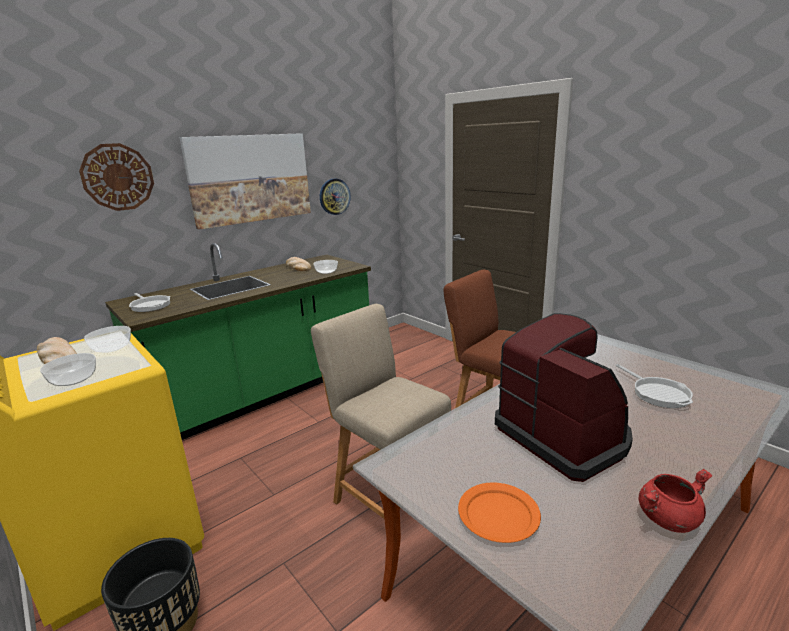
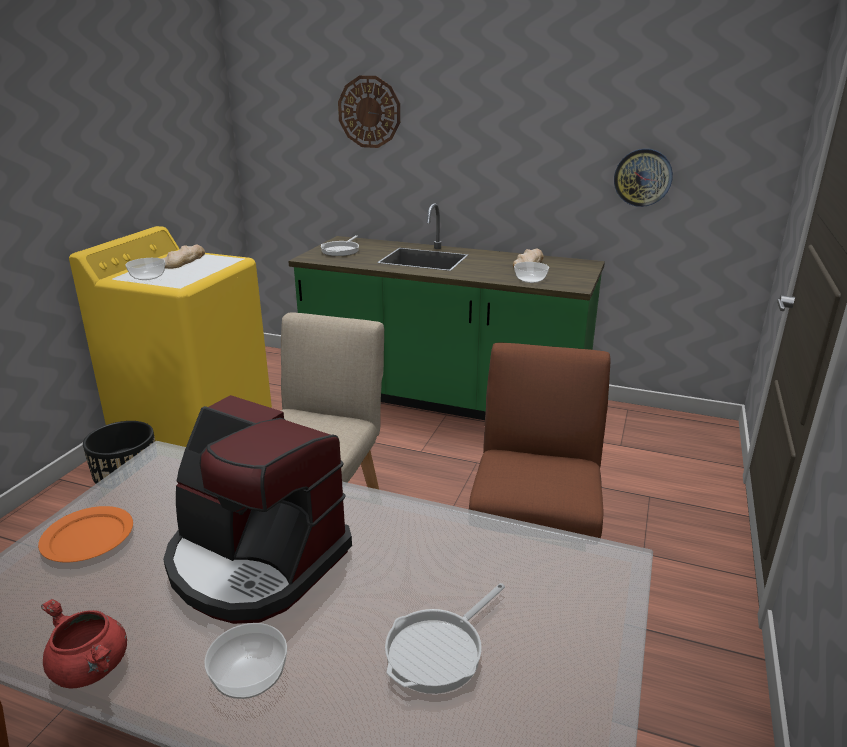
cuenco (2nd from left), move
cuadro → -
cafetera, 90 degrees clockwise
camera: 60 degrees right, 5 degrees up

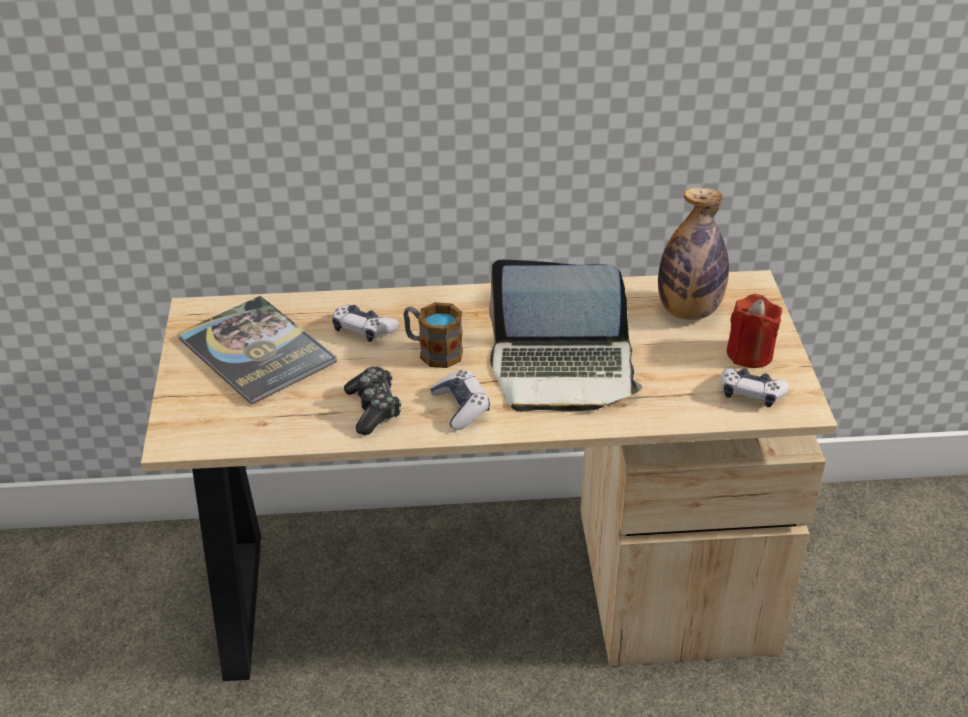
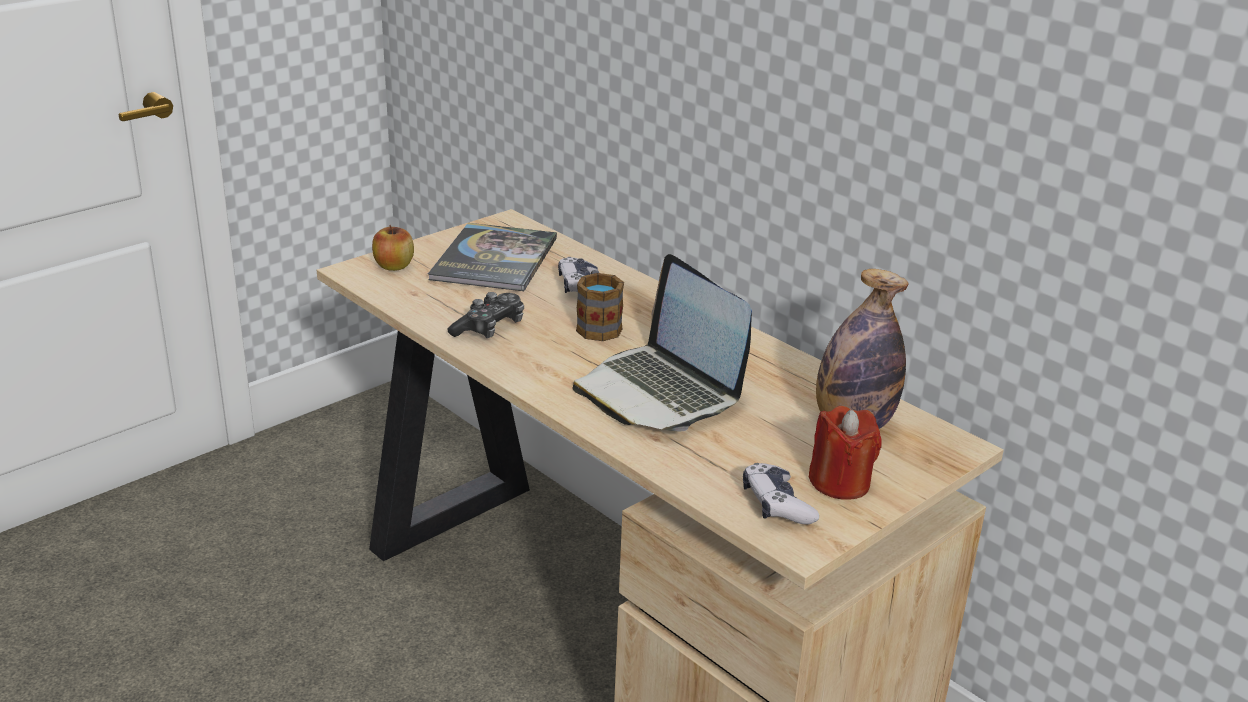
mando de consola (3rd from left) → -
- → manzana
camera: 50 degrees right, 10 degrees down

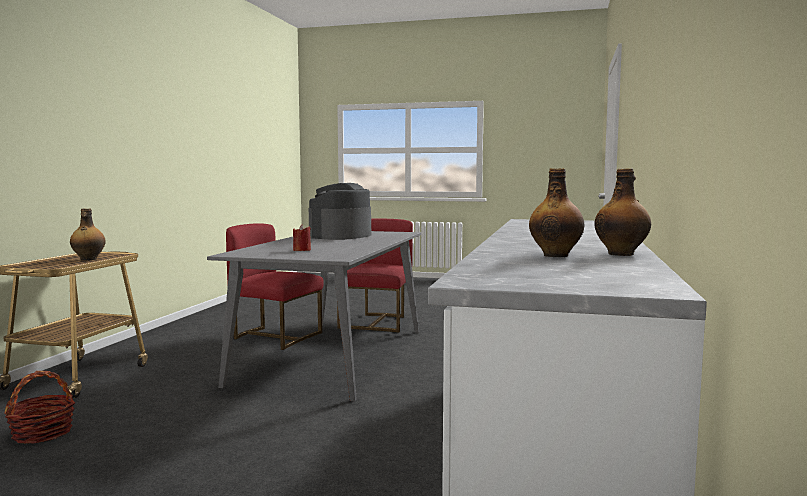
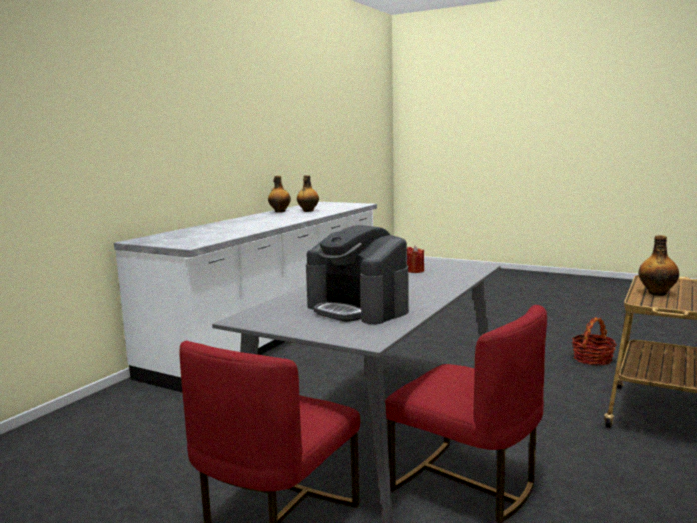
cafetera, 90 degrees clockwise
camera: 165 degrees left, 5 degrees up

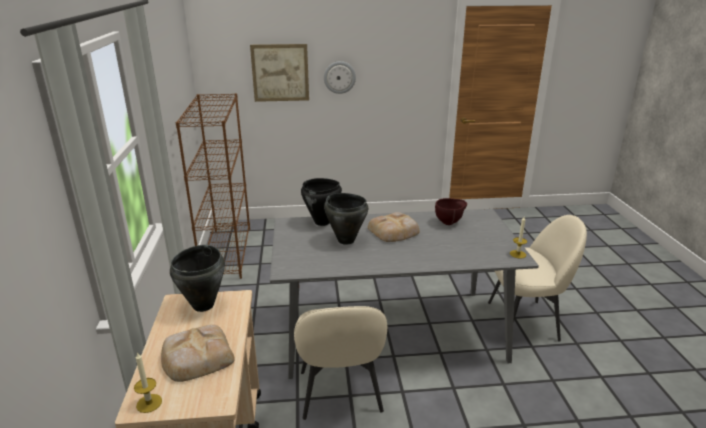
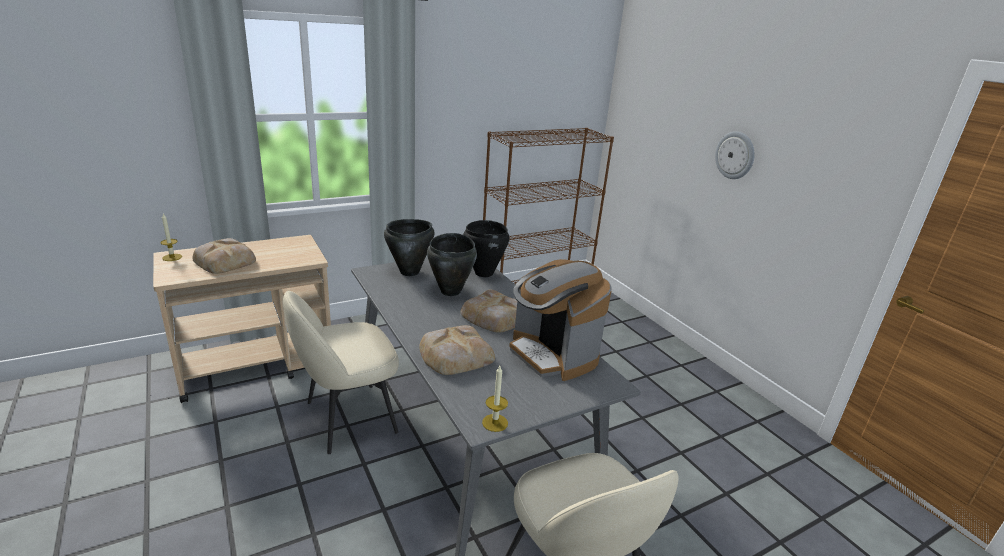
olla [negro] (1st from left), move
cuadro → -
cuenco [marrón] → cafetera
- → pan (2nd from left)
camera: 65 degrees right, 0 degrees up

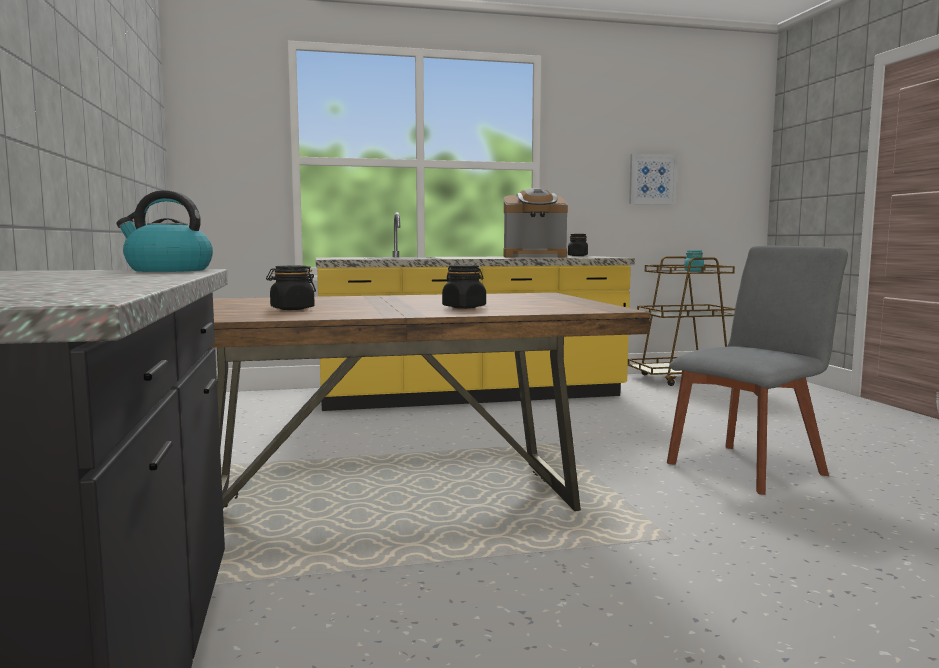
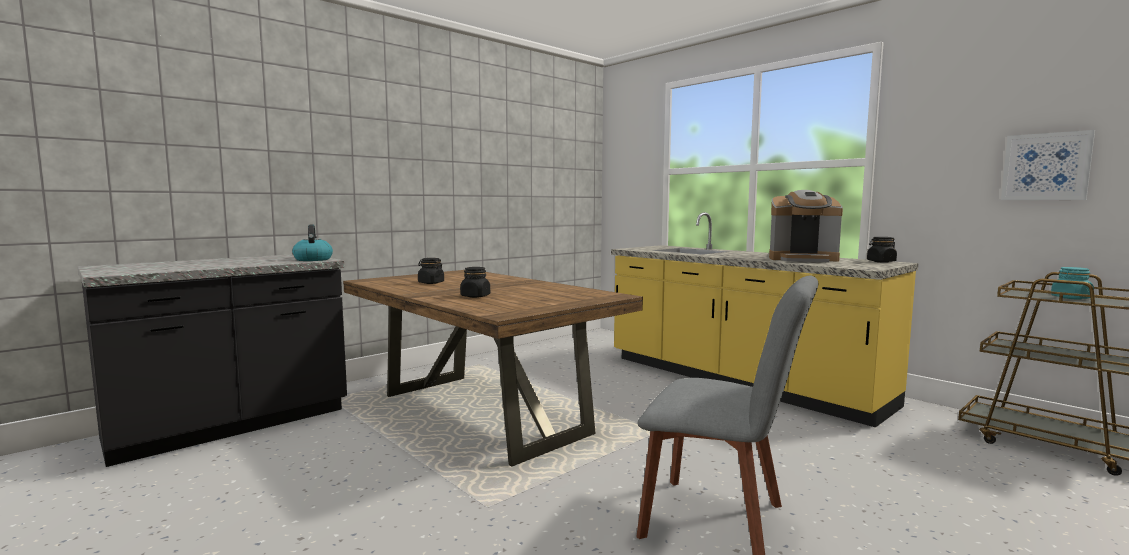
cafetera, 45 degrees counterclockwise
camera: 60 degrees right, 0 degrees up

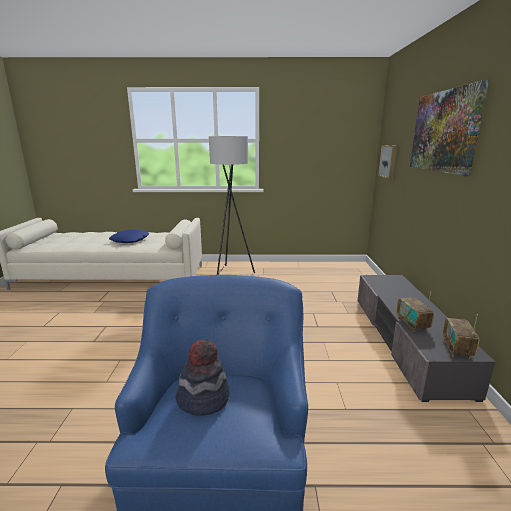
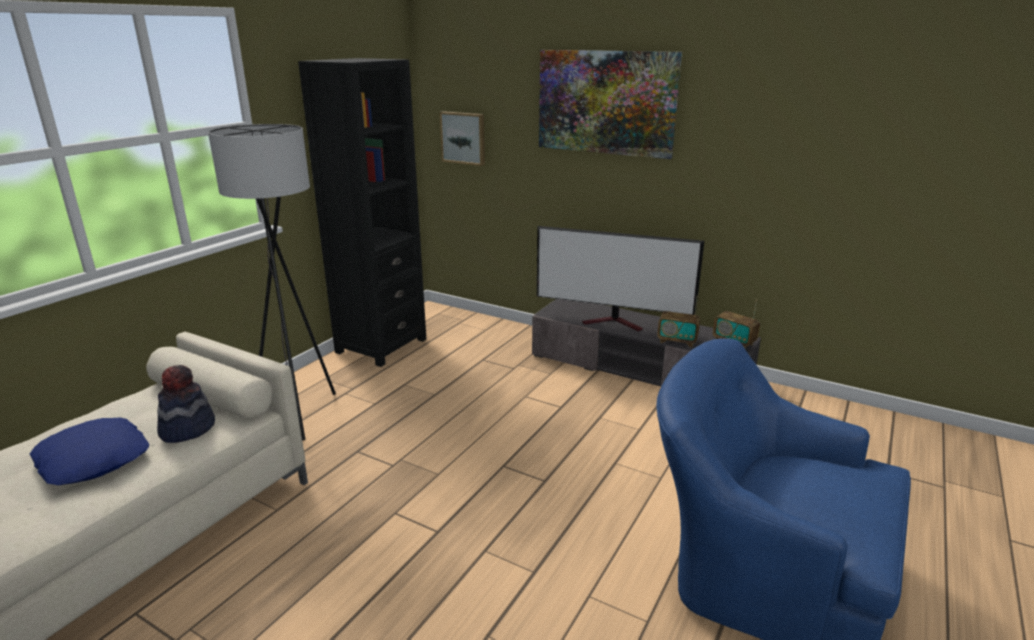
sombrero, move
- → estantería [negro]
- → televisor
camera: 60 degrees left, 5 degrees up

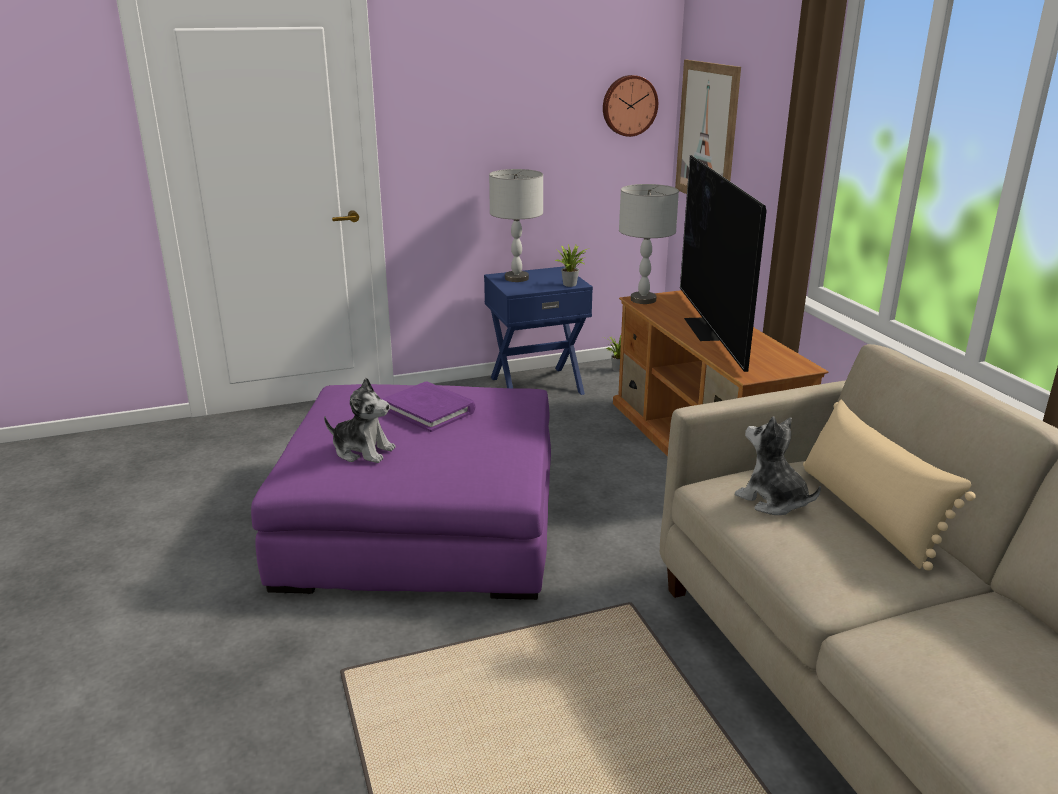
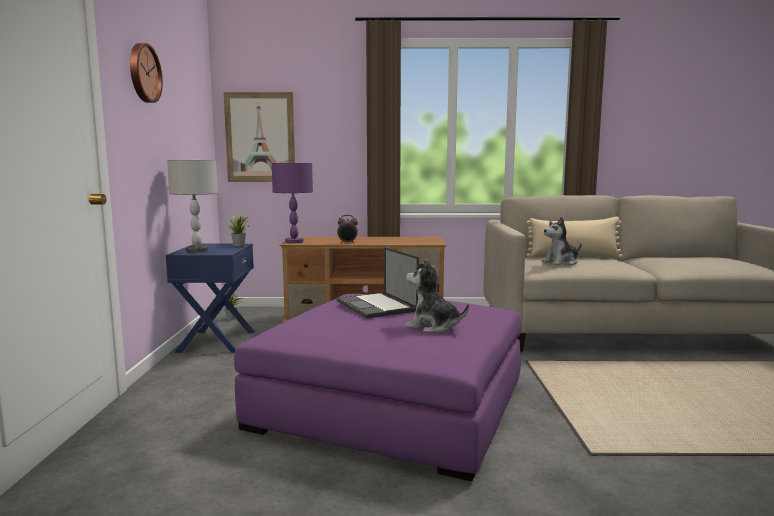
peluche (1st from left), 105 degrees counterclockwise
libro [morado] → portátil
reloj de pared, move
lámpara de mesa [gris] (2nd from left) → lámpara de mesa [morado]
televisor → -
- → despertador
camera: 70 degrees left, 15 degrees down

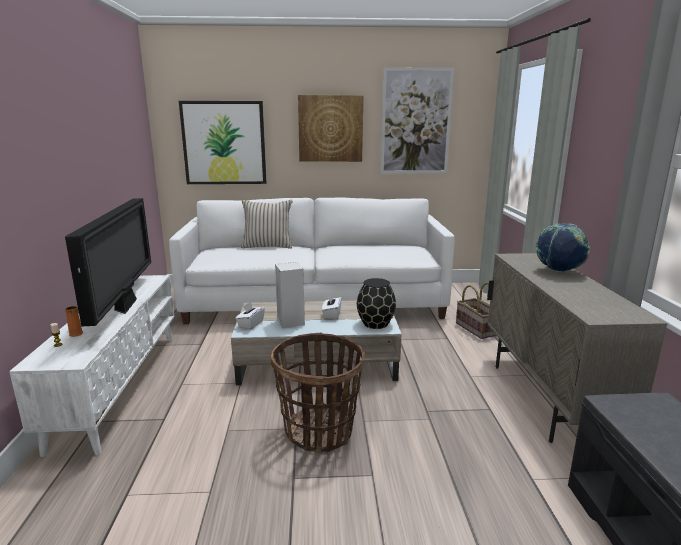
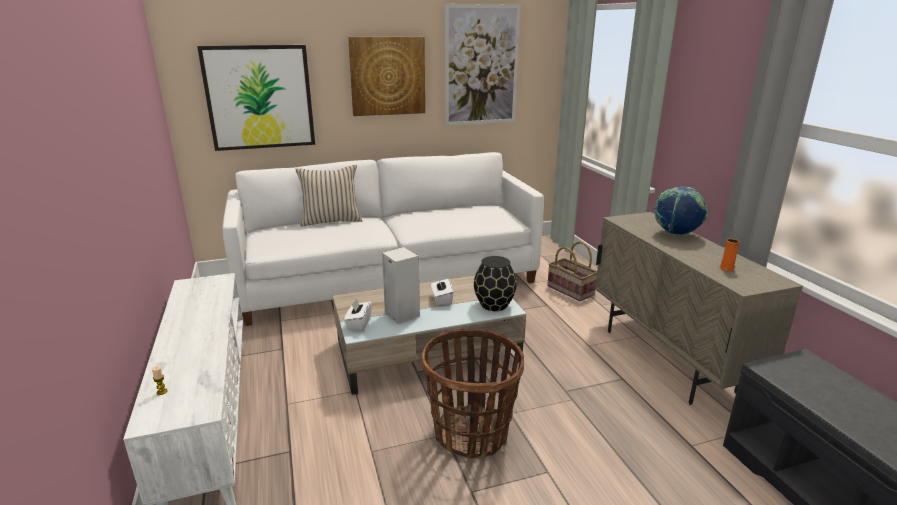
televisor → -
florero [naranja], move
camera: 15 degrees left, 5 degrees up

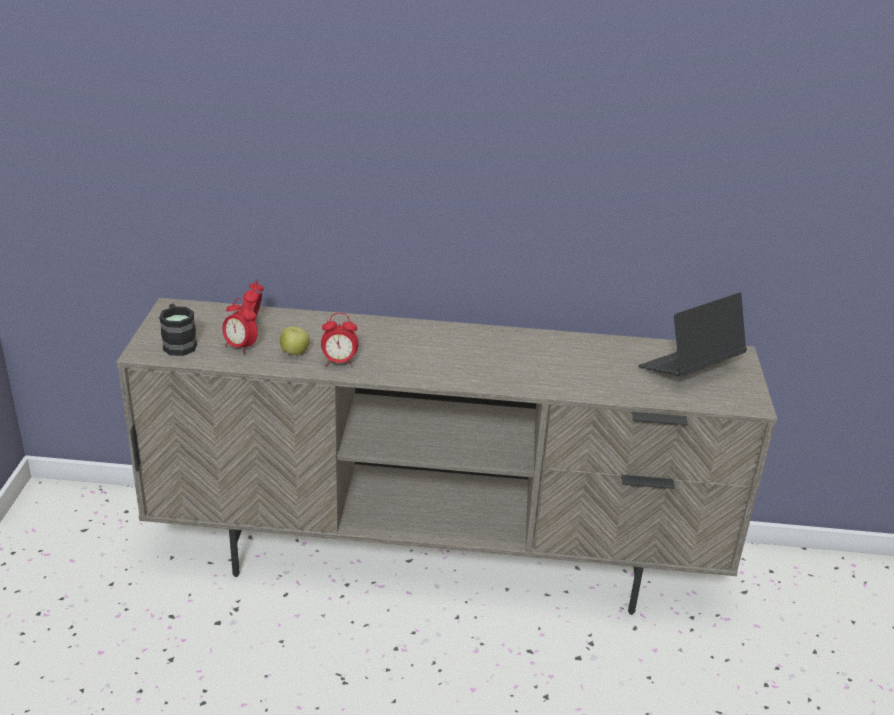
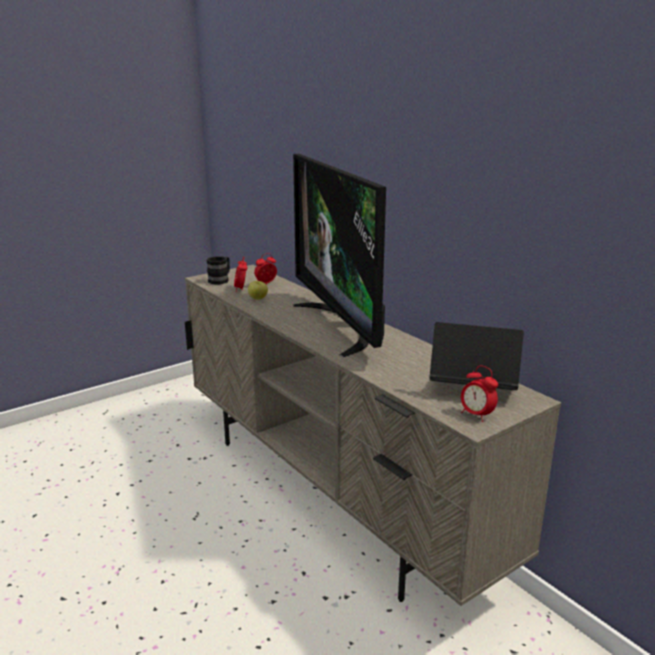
despertador (3rd from left), move
- → televisor
camera: 50 degrees right, 10 degrees down

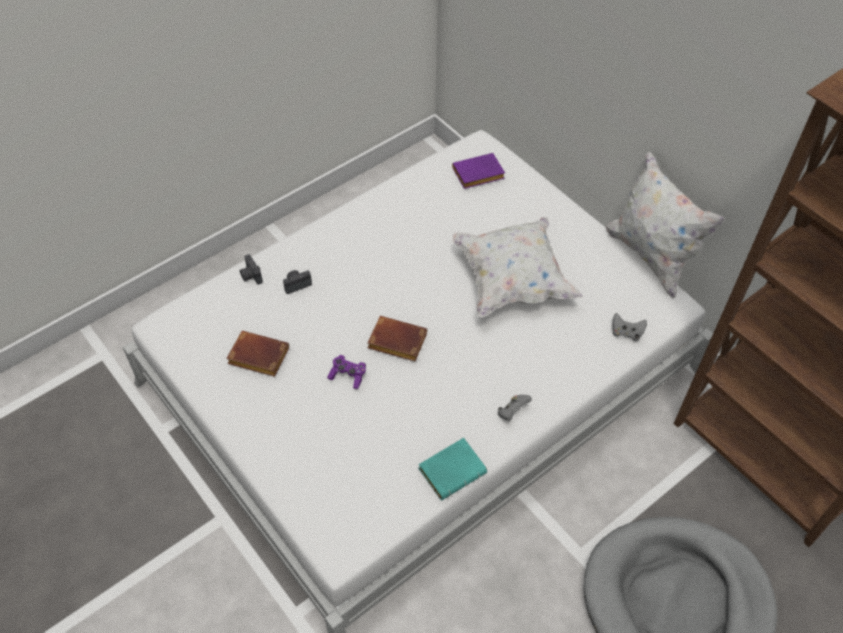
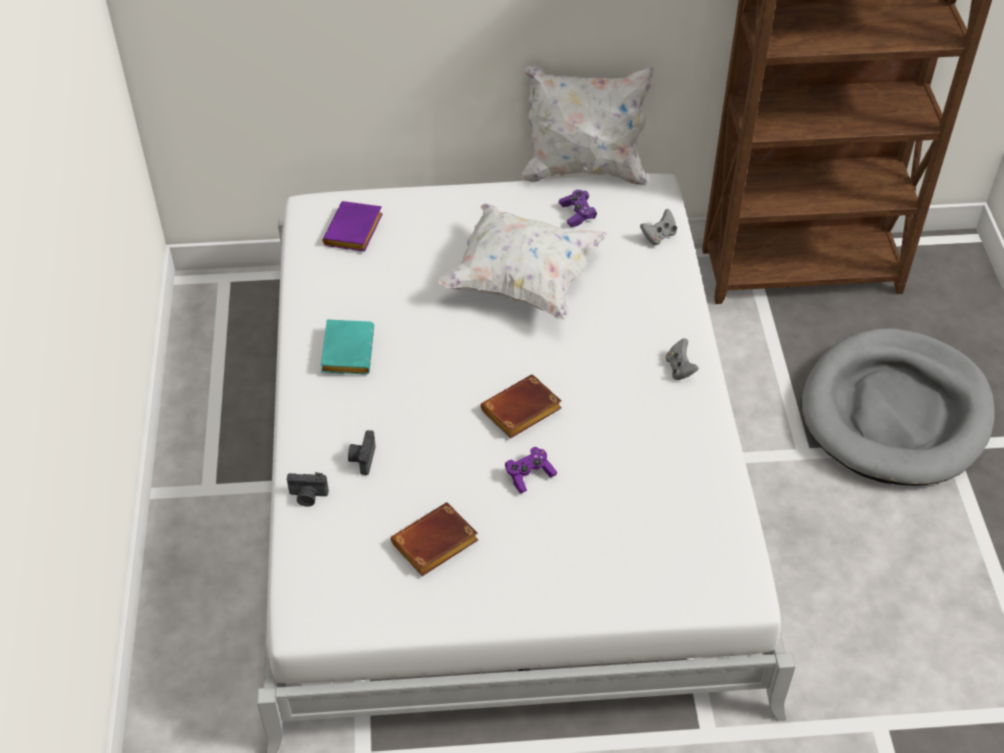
libro [turquesa], move
- → mando de consola [morado] (2nd from left)
camera: 55 degrees left, 5 degrees down

